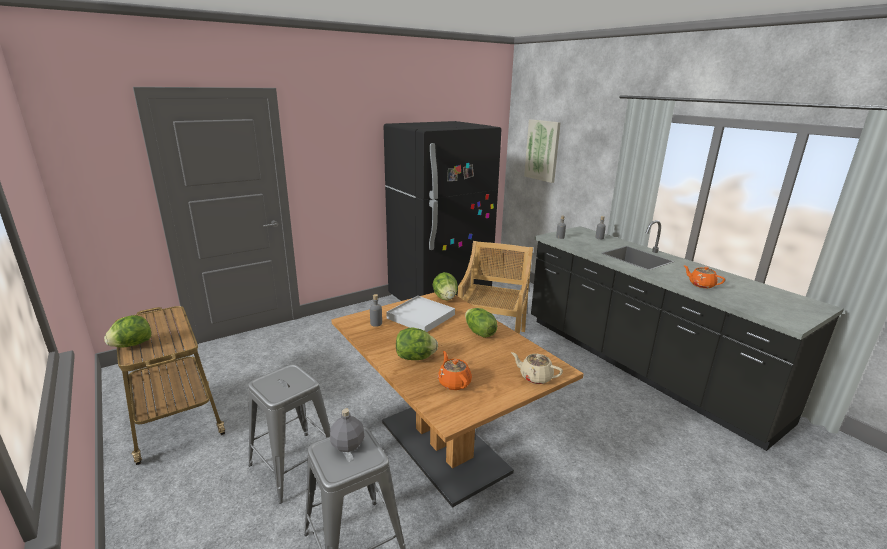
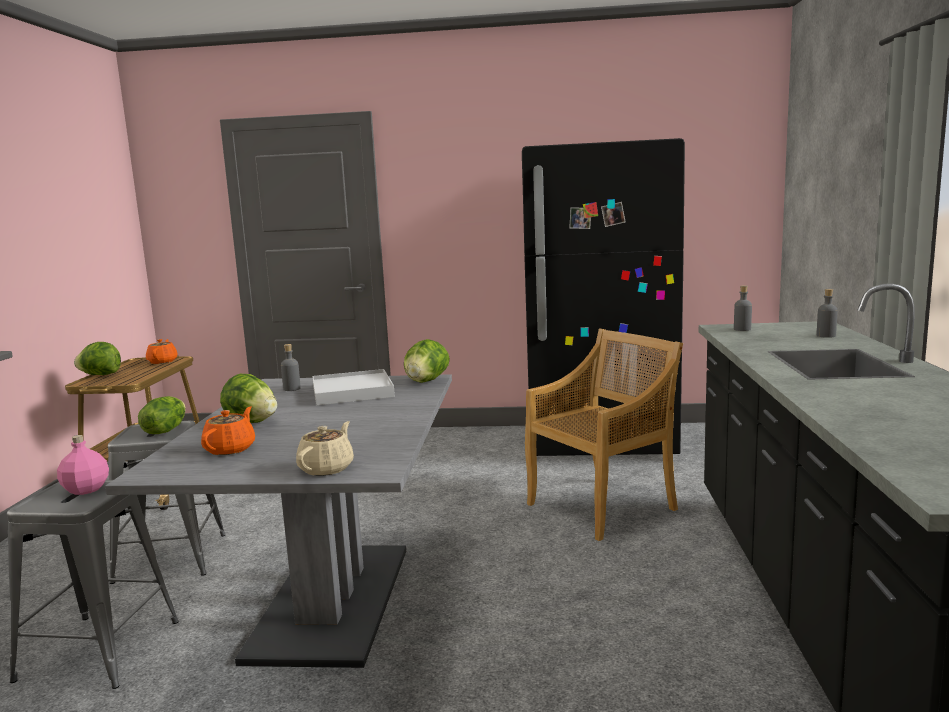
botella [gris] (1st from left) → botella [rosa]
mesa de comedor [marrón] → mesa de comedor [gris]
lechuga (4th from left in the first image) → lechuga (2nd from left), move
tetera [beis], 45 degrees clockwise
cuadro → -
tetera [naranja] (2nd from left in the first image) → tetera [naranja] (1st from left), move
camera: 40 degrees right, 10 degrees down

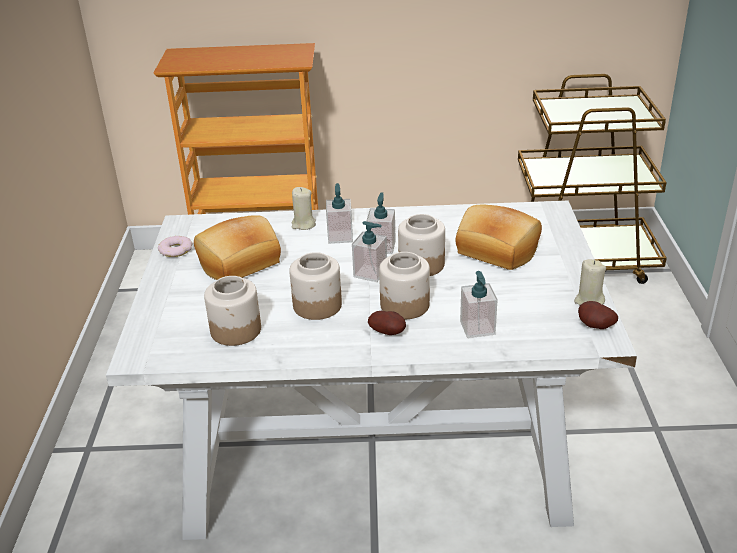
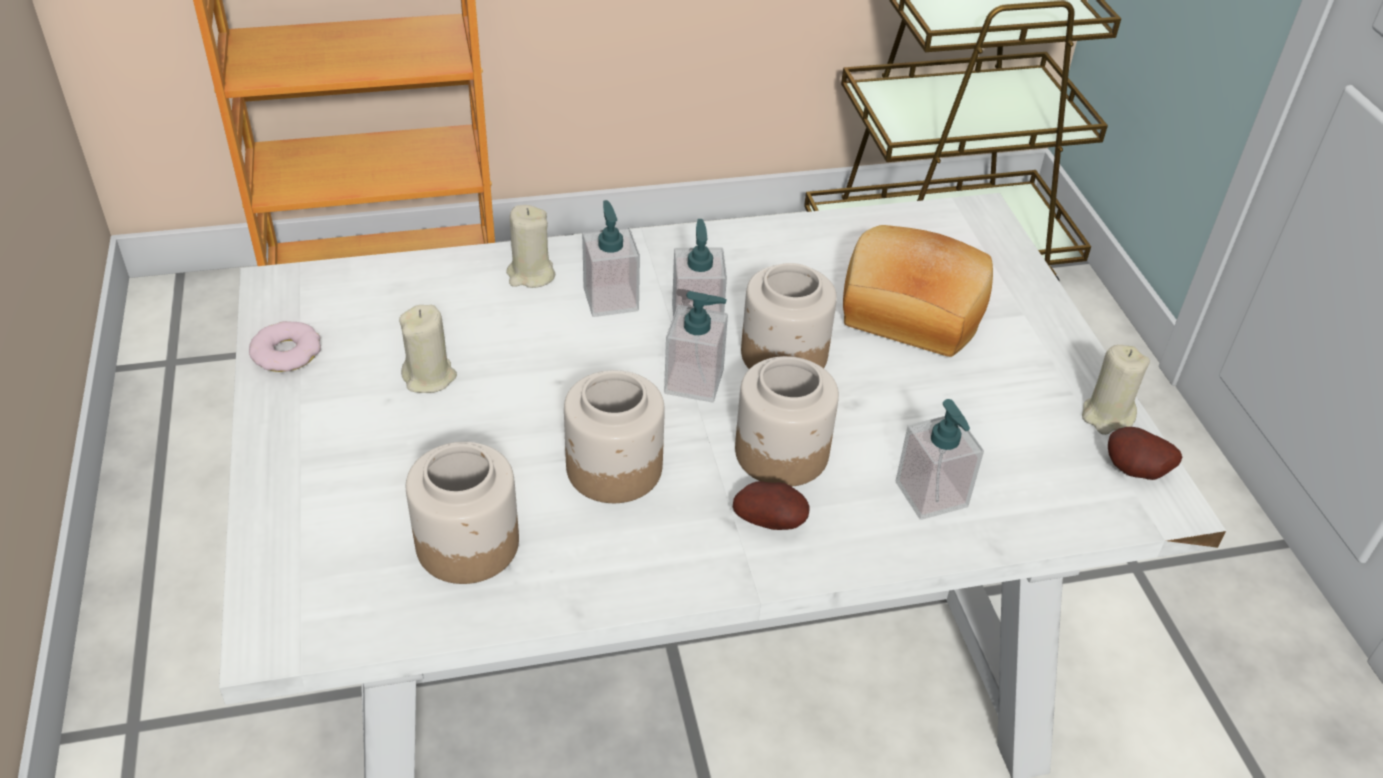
pan (1st from left) → vela [beis] (1st from left)
camera: 15 degrees left, 10 degrees up

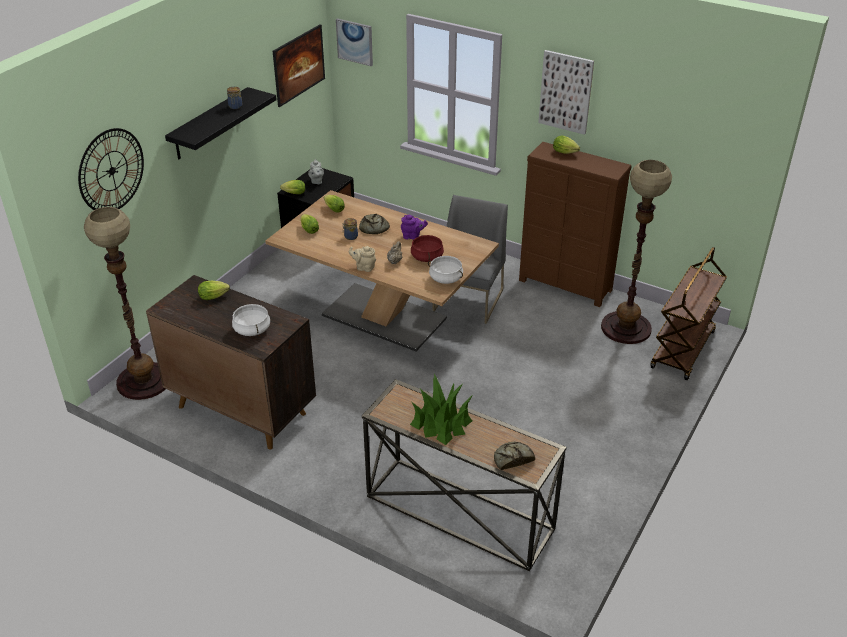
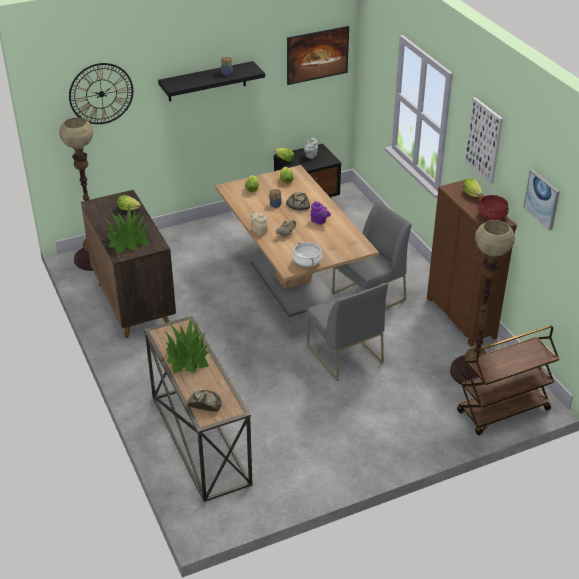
olla [blanco] (1st from left) → planta en maceta (1st from left)
cuadro (2nd from left in the first image) → cuadro (3rd from left), move
olla [rojo], move
- → silla [gris] (1st from left)
camera: 35 degrees right, 0 degrees up

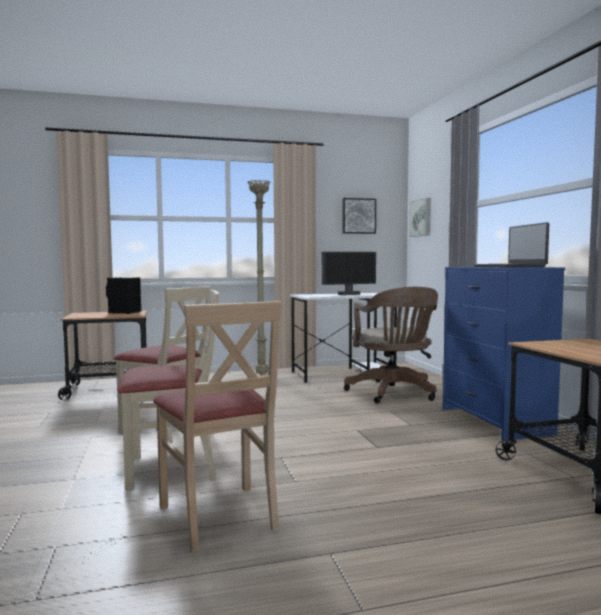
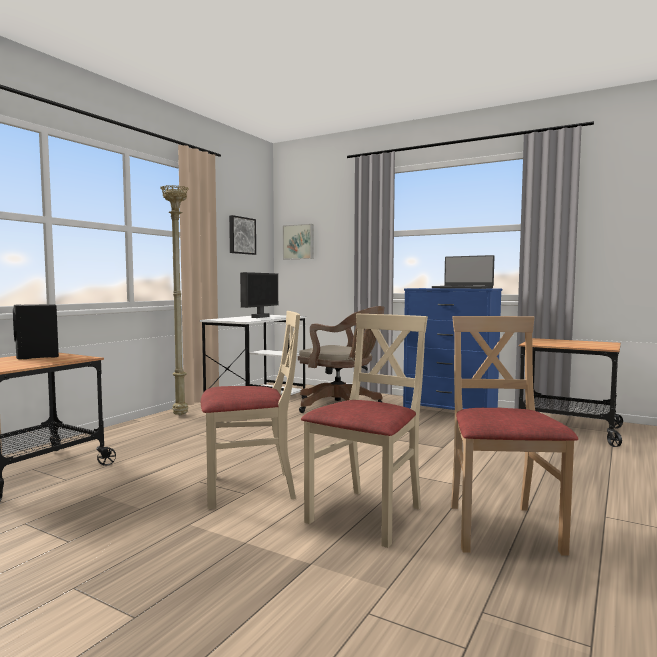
silla [beis] (3rd from left), 105 degrees counterclockwise
camera: 45 degrees left, 0 degrees up

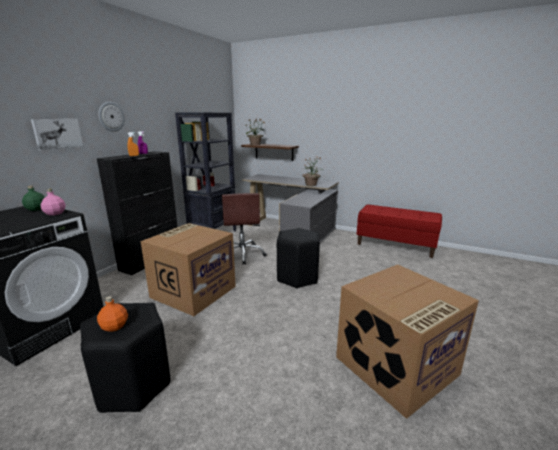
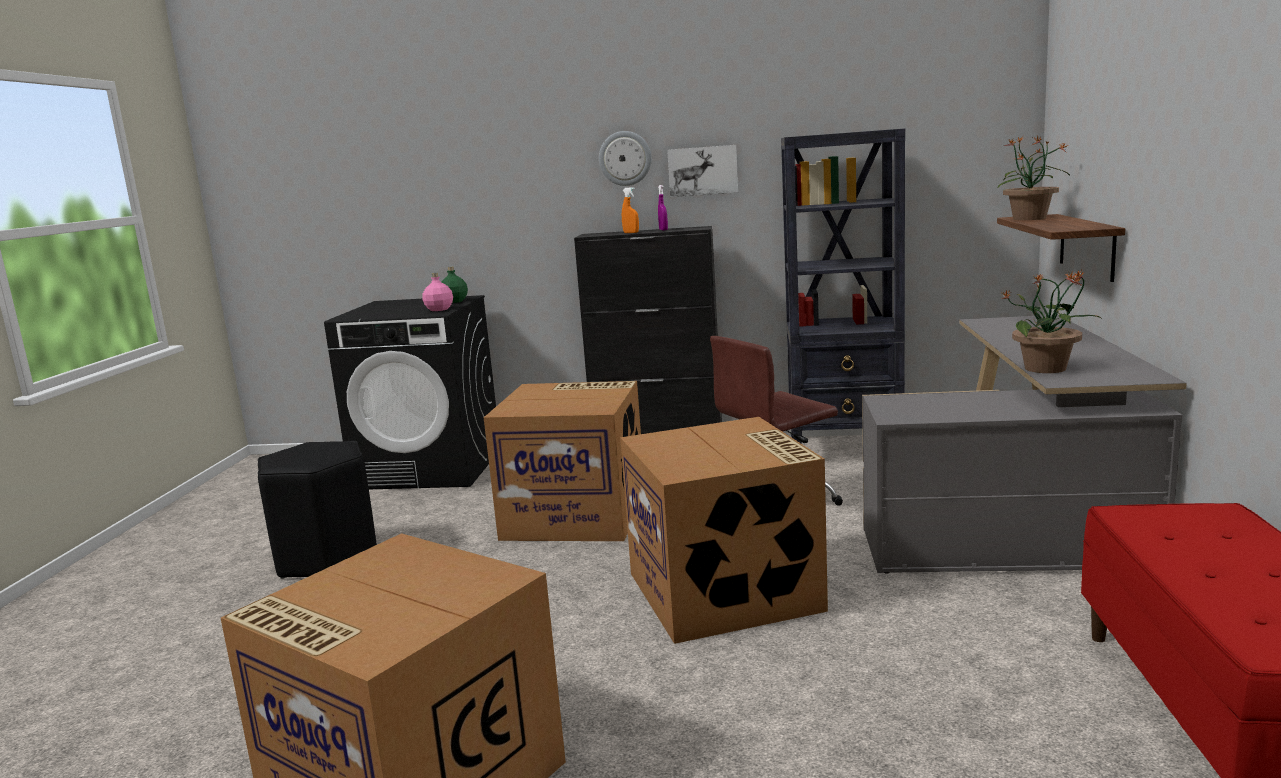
cuadro, move
botella [naranja] → -
taburete [negro] (2nd from left) → caja de cartón (3rd from left)
camera: 70 degrees right, 5 degrees down

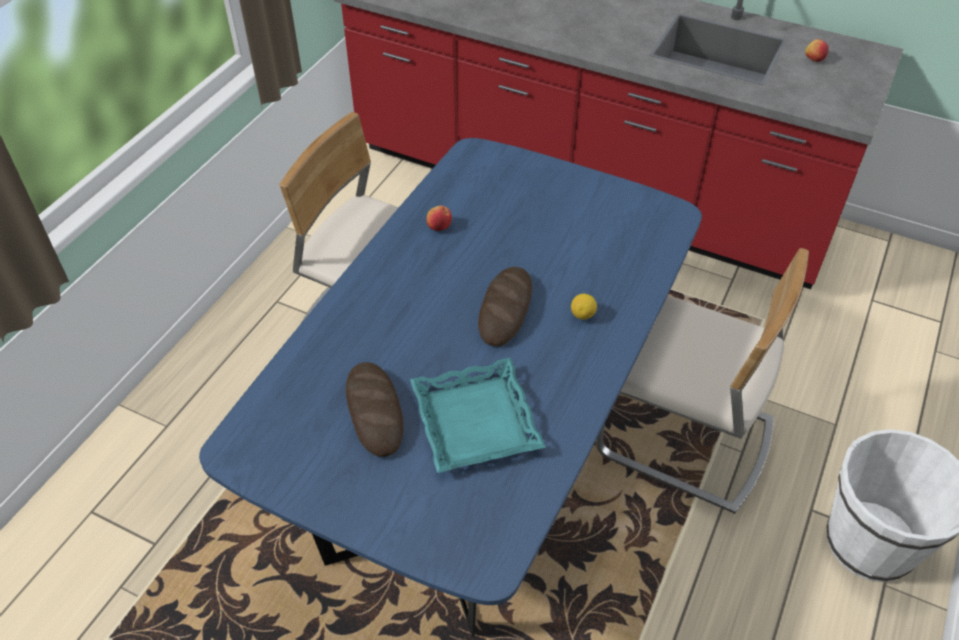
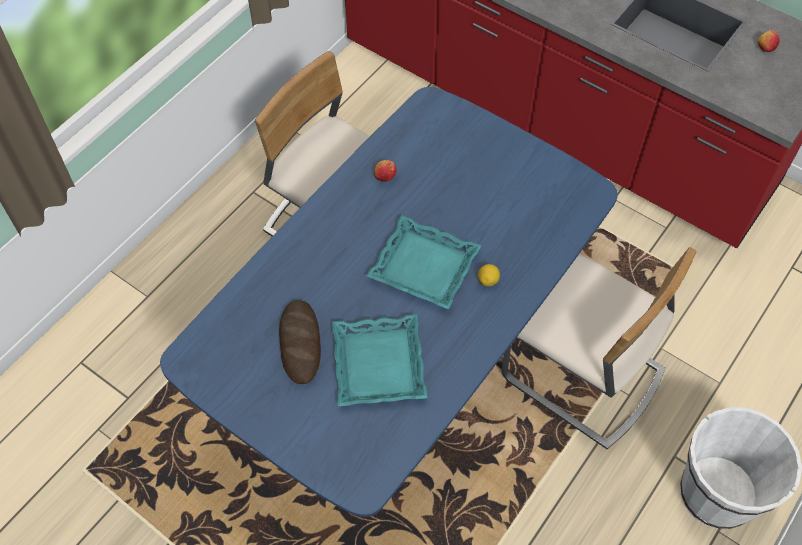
pan (2nd from left) → bandeja [turquesa] (2nd from left)
camera: 10 degrees right, 10 degrees up

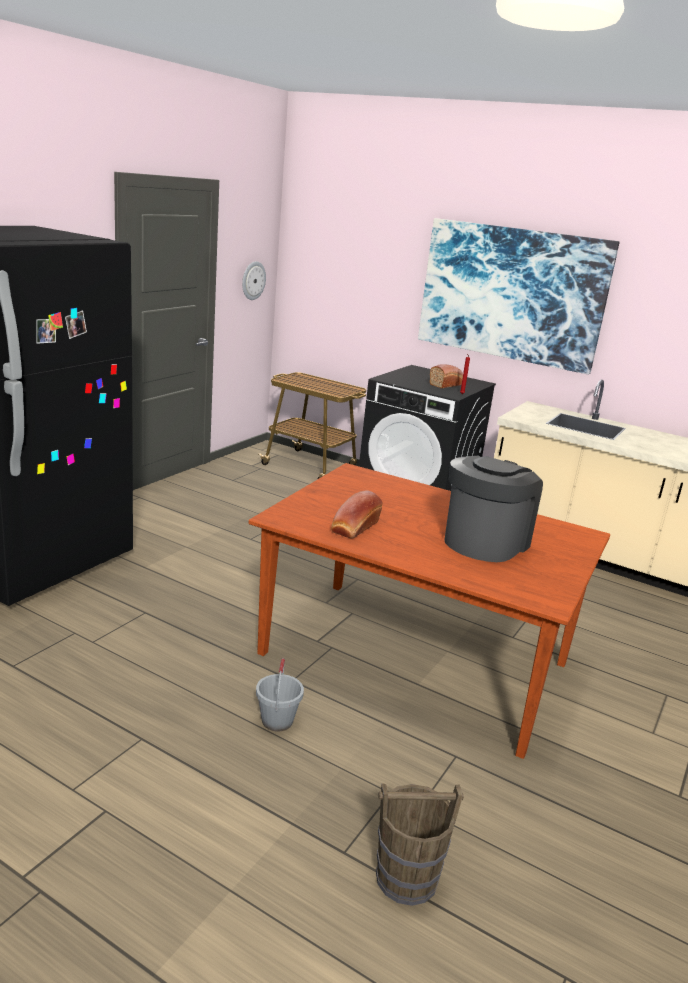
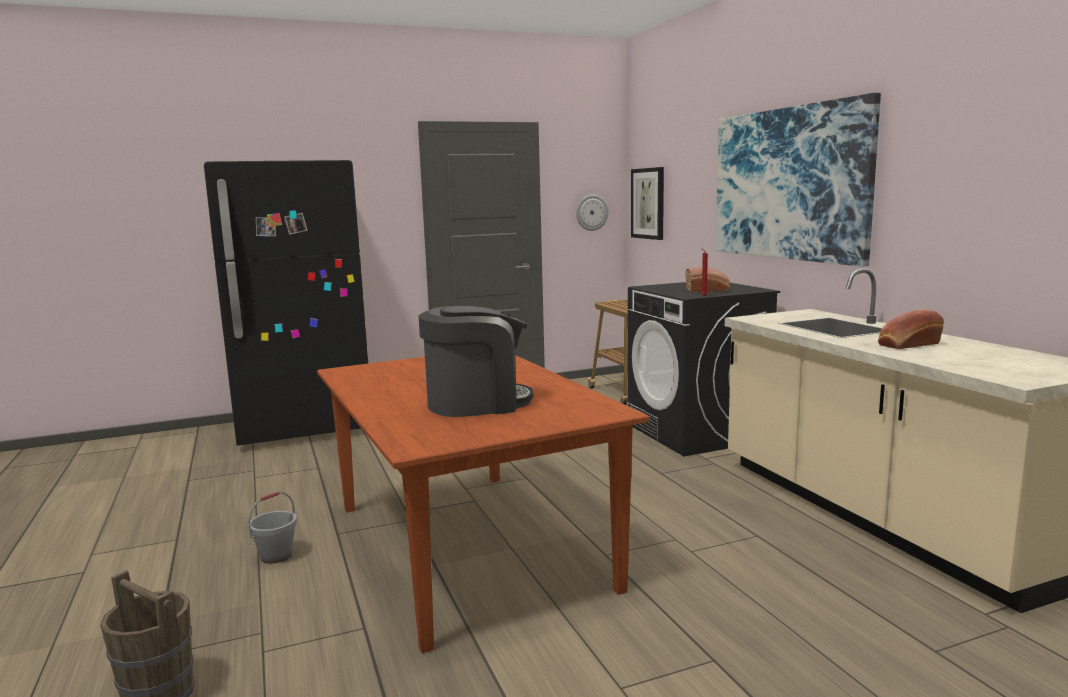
pan (1st from left in the first image) → pan (2nd from left), move
- → cuadro (1st from left)
camera: 40 degrees right, 10 degrees down

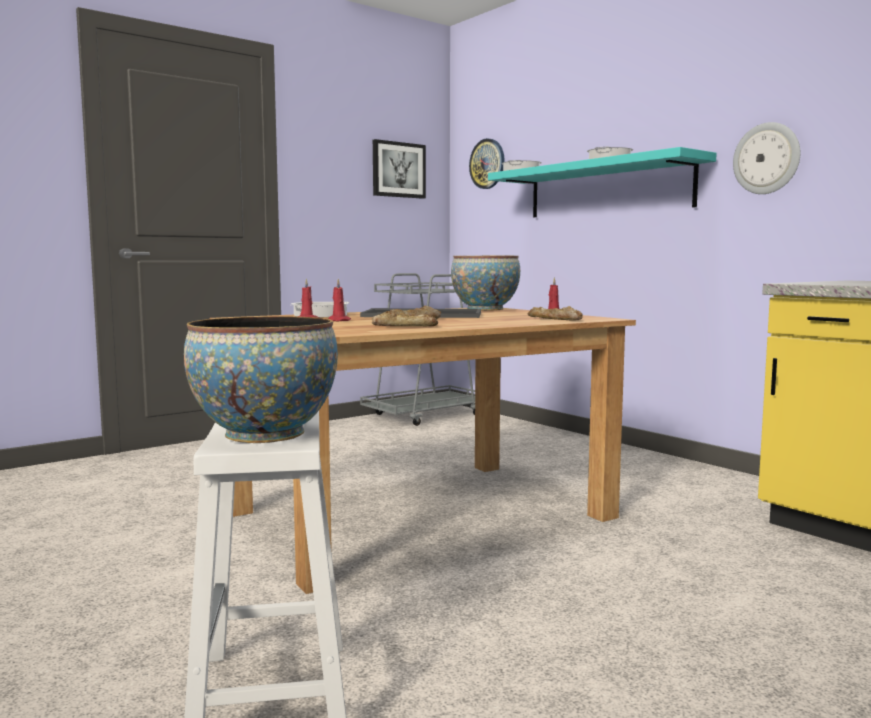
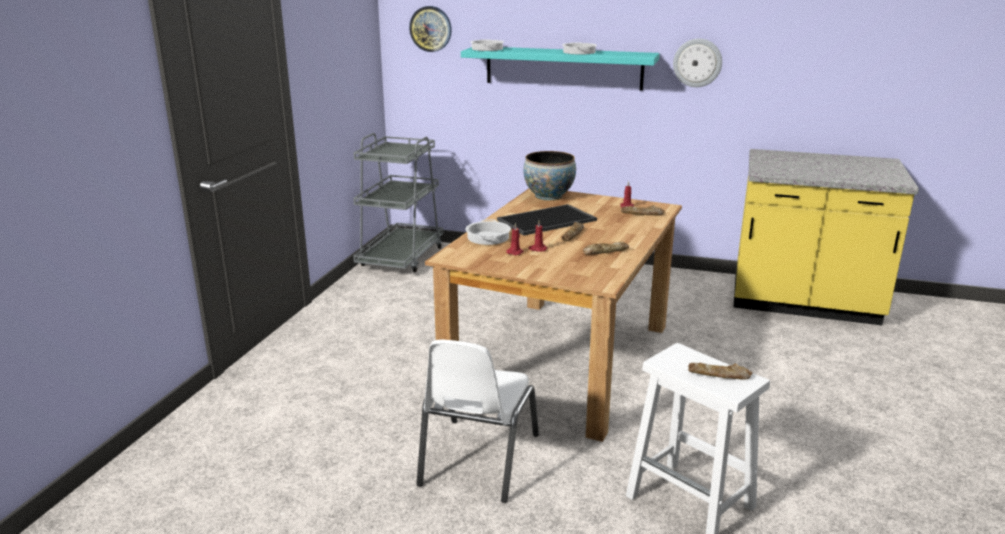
cuenco (1st from left) → pan (4th from left)
cuadro → -
- → silla [blanco]
camera: 35 degrees left, 15 degrees up

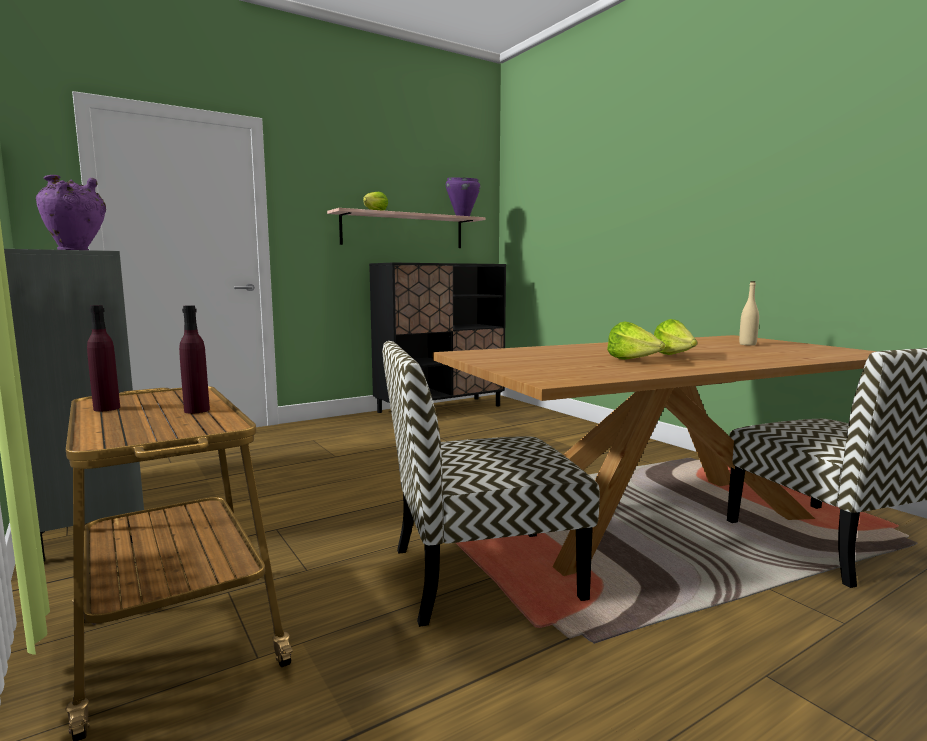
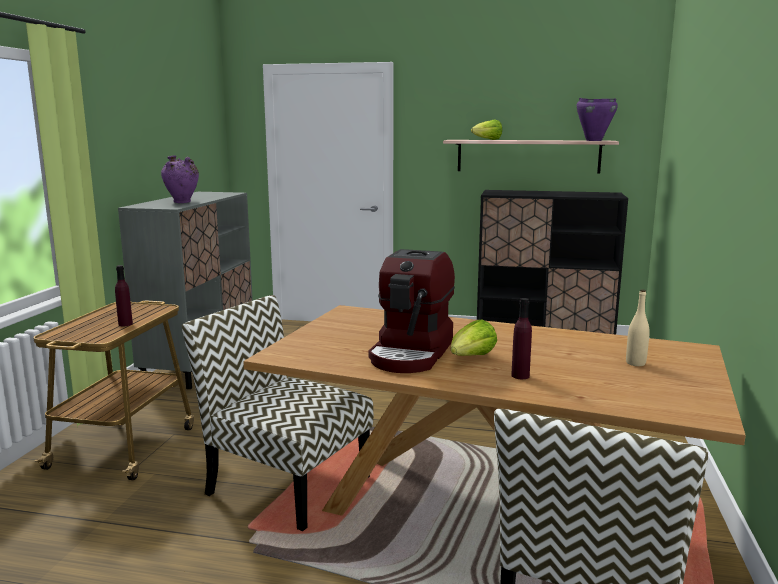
botella [morado] (1st from left in the first image) → botella [morado] (2nd from left), move
lechuga (2nd from left) → cafetera
camera: 45 degrees right, 5 degrees up

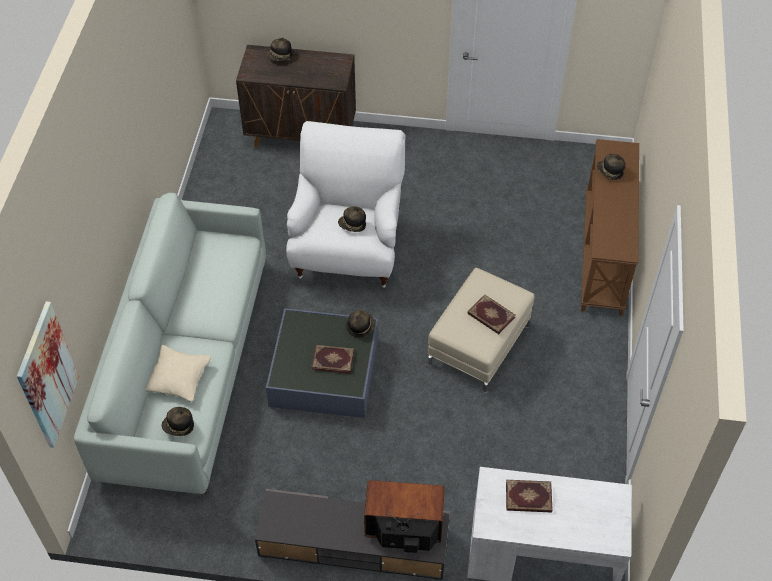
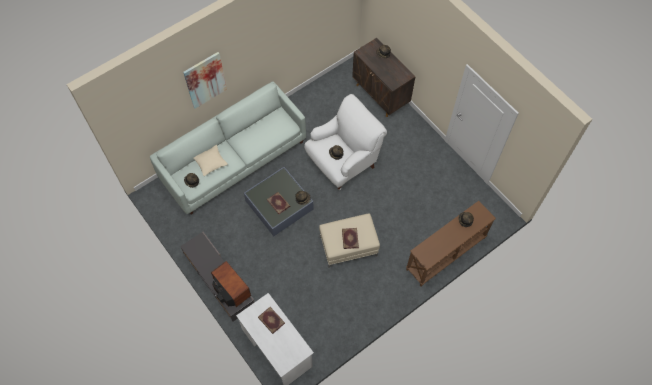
cuadro, move
camera: 45 degrees right, 10 degrees up

